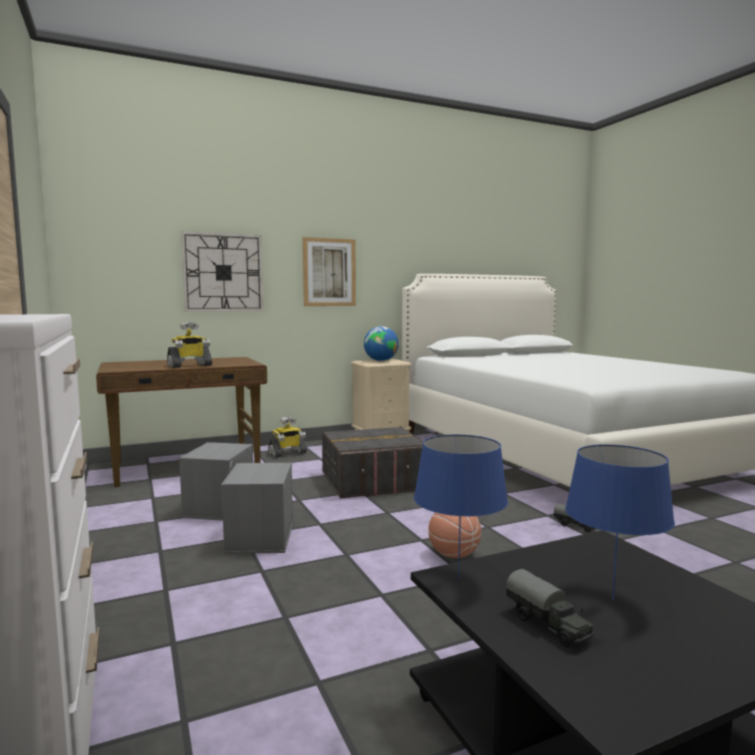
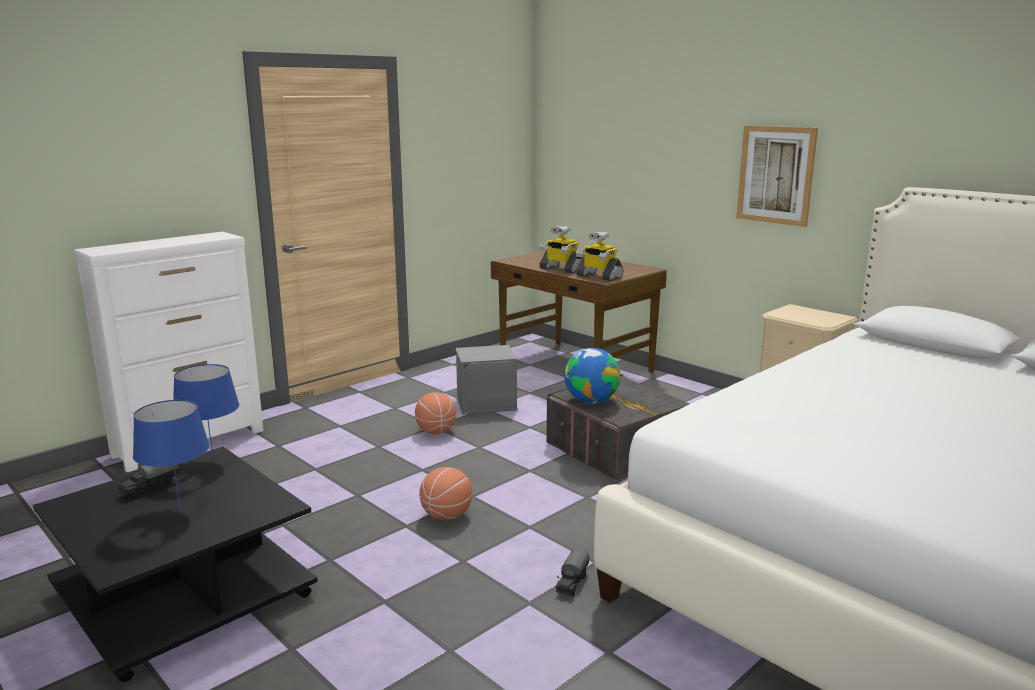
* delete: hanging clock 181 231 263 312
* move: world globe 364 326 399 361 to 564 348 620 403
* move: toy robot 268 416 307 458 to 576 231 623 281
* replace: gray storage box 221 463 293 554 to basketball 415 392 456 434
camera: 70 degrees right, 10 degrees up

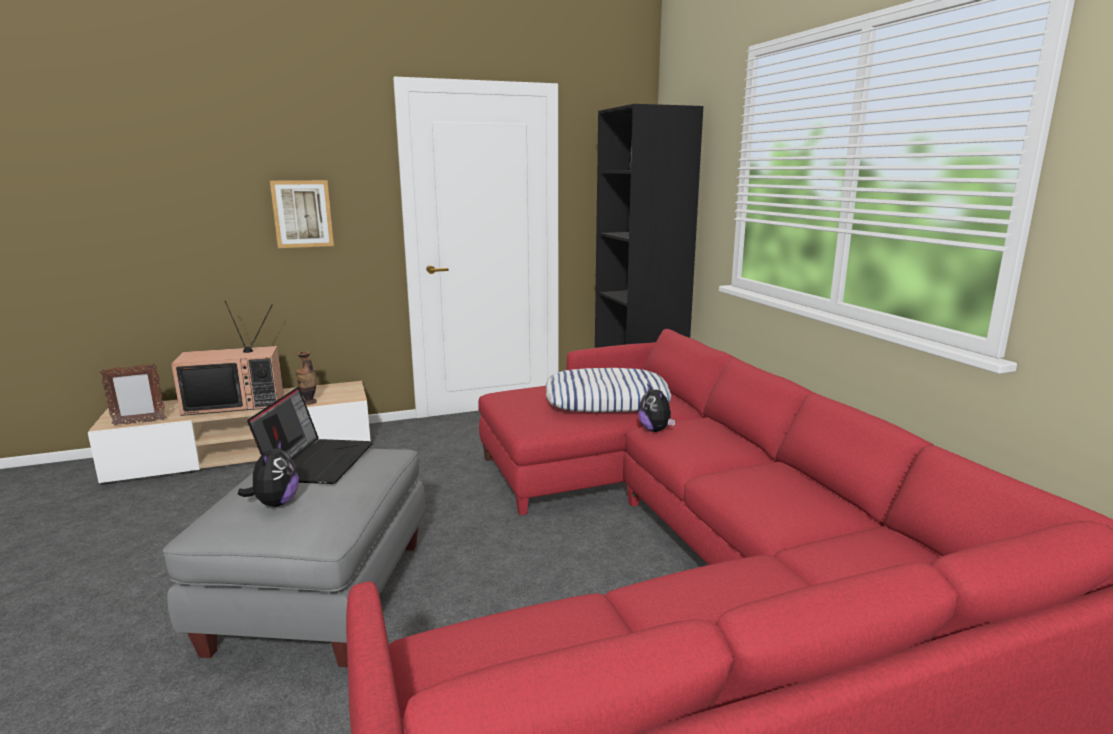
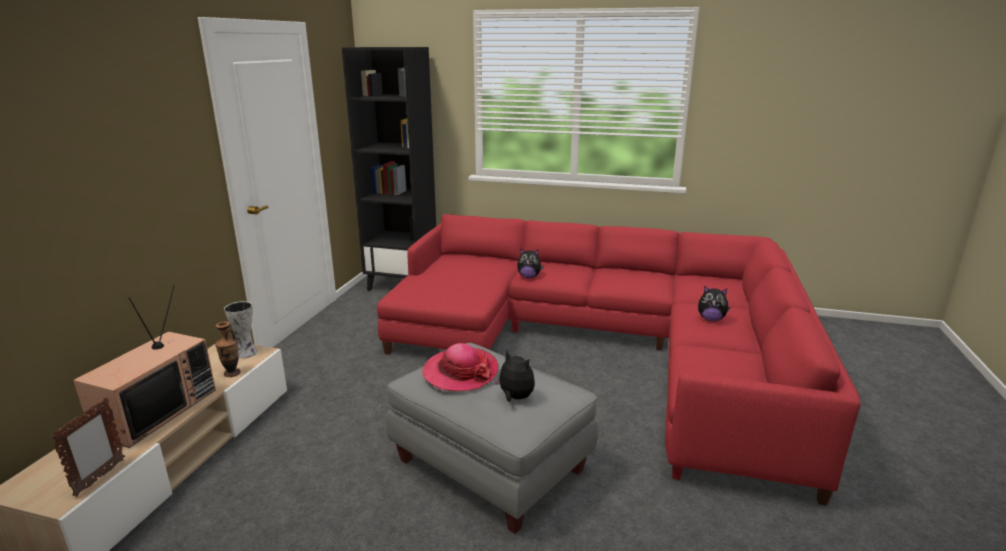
* delete: wall art 270 180 334 248
* delete: cushion 546 368 671 412
* replace: laptop 247 387 373 484 to hat 422 343 499 391
* insert: soft toy 698 286 730 321
* insert: decorative vase 224 301 257 358
camera: 55 degrees left, 5 degrees up

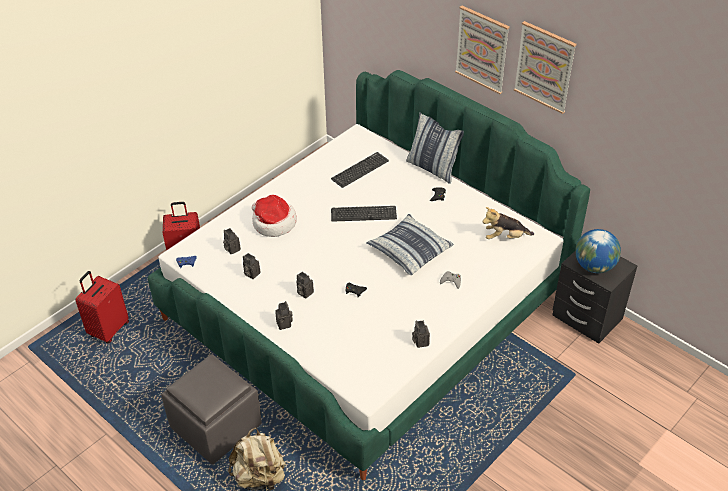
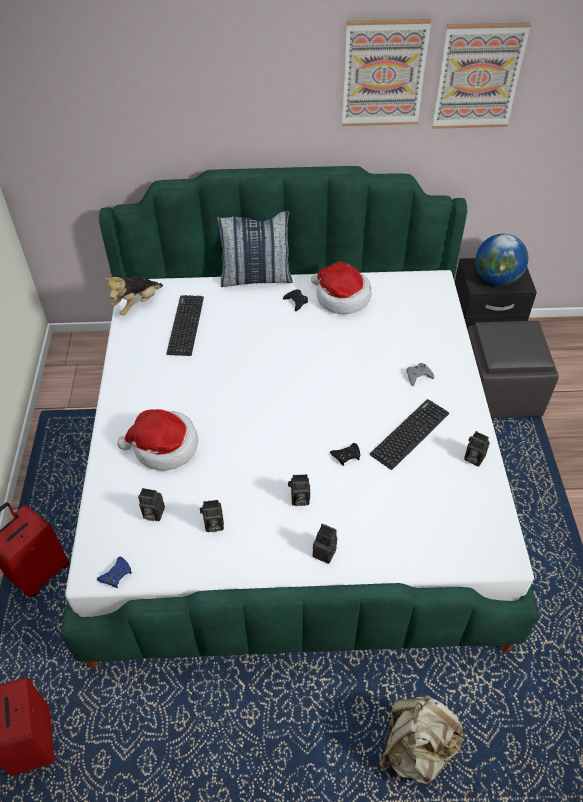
* move: wall art 455 6 510 94 to 432 22 531 129
* move: PC keyboard 331 206 397 222 to 370 399 449 470
* move: soft toy 482 207 534 239 to 105 277 163 316
* delete: cushion 366 214 454 275
* move: gray pouffe 161 355 262 465 to 467 321 559 418
* insert: hat 311 262 371 314
camera: 45 degrees left, 5 degrees up

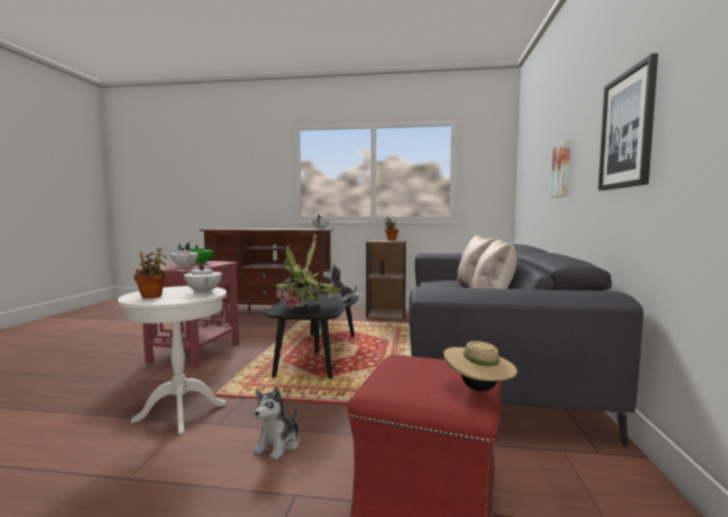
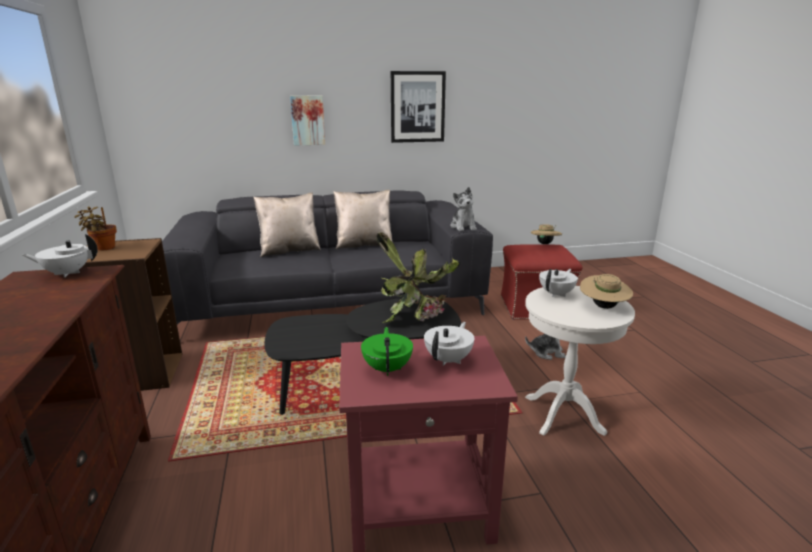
* replace: potted plant 134 248 167 298 to beige-coloured hat 580 274 633 309
* move: soft toy 323 264 357 301 to 450 187 477 231
camera: 110 degrees left, 15 degrees up

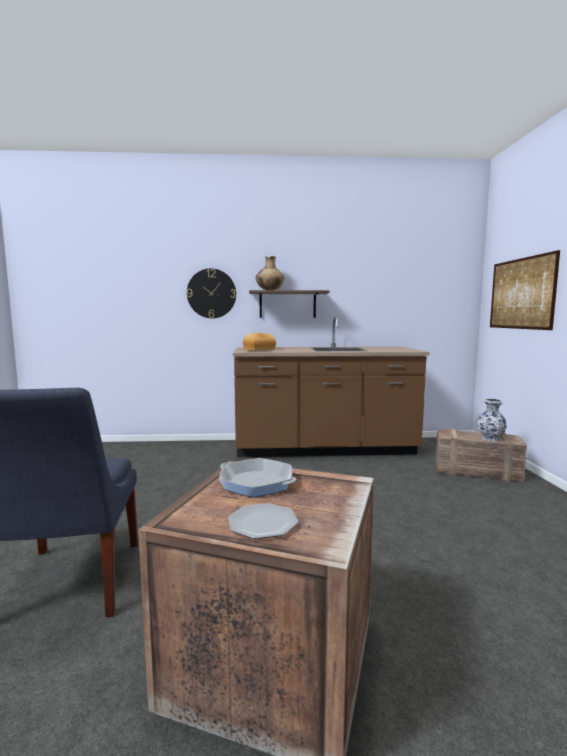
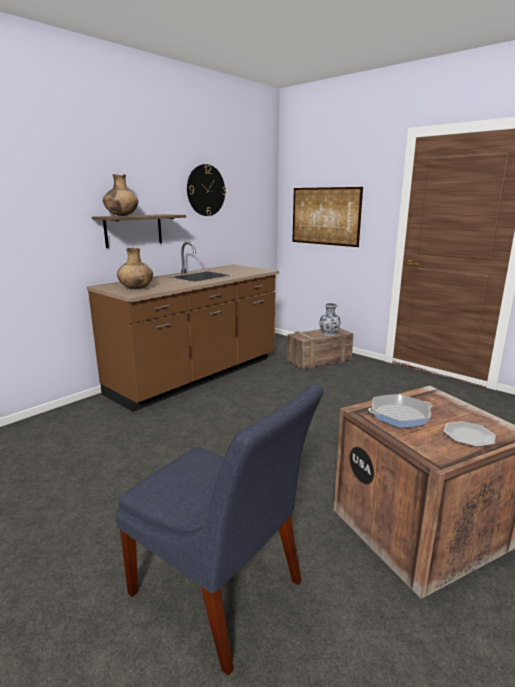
* move: hanging clock 187 268 236 318 to 187 164 226 216
* replace: bread 243 333 276 351 to brown decorative vase 117 248 153 289
camera: 45 degrees left, 10 degrees up

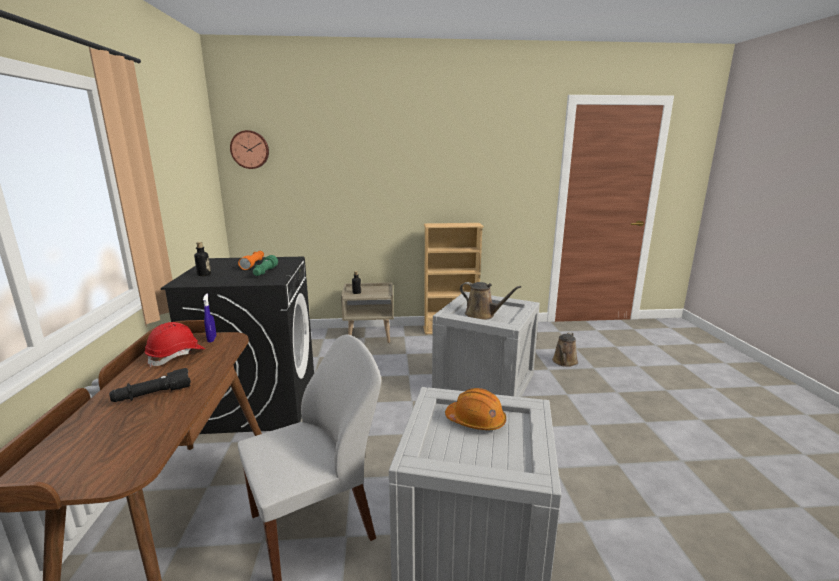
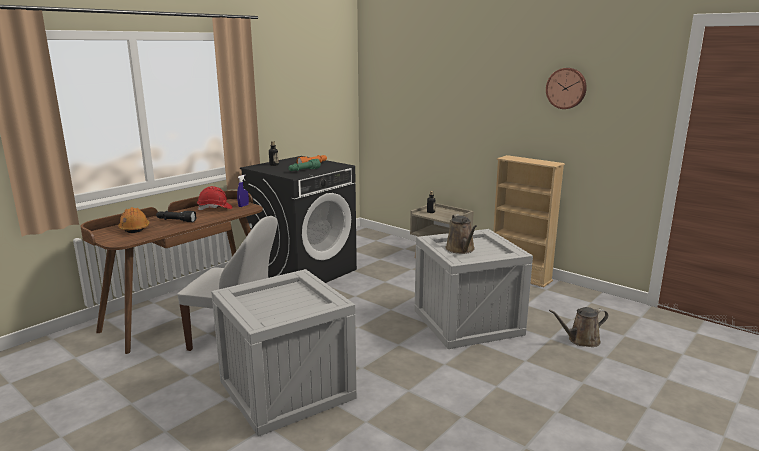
* move: hanging clock 230 130 269 169 to 546 68 587 109
* move: orangey hard hat 445 388 506 431 to 118 207 149 233
camera: 45 degrees right, 0 degrees up

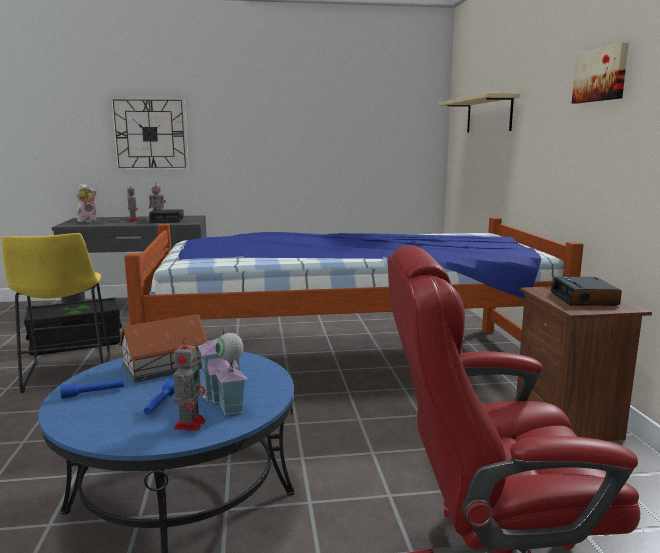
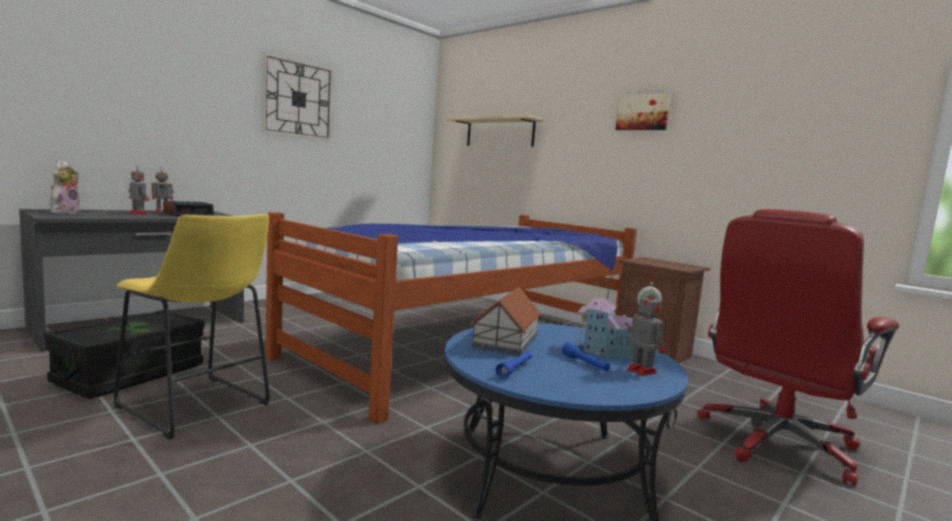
* move: hanging clock 109 97 189 171 to 262 52 334 141
* delete: bedside clock 551 277 622 306
camera: 40 degrees left, 5 degrees down

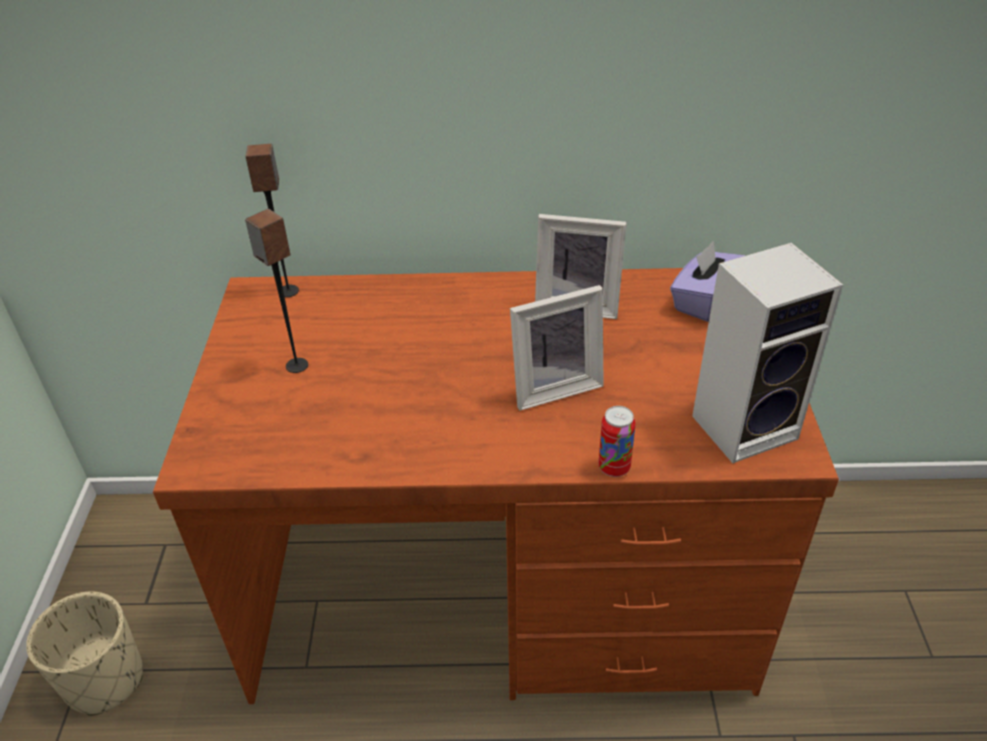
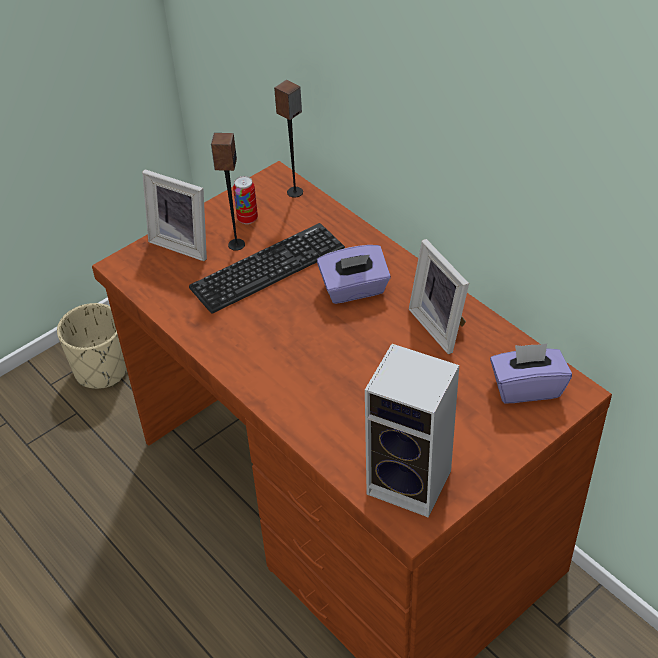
* move: picture frame 510 285 604 411 to 142 169 207 261
* move: can 598 406 636 477 to 233 176 258 224
* insert: PC keyboard 189 223 345 314
* insert: purple tissue box 317 245 391 304
camera: 50 degrees right, 5 degrees up

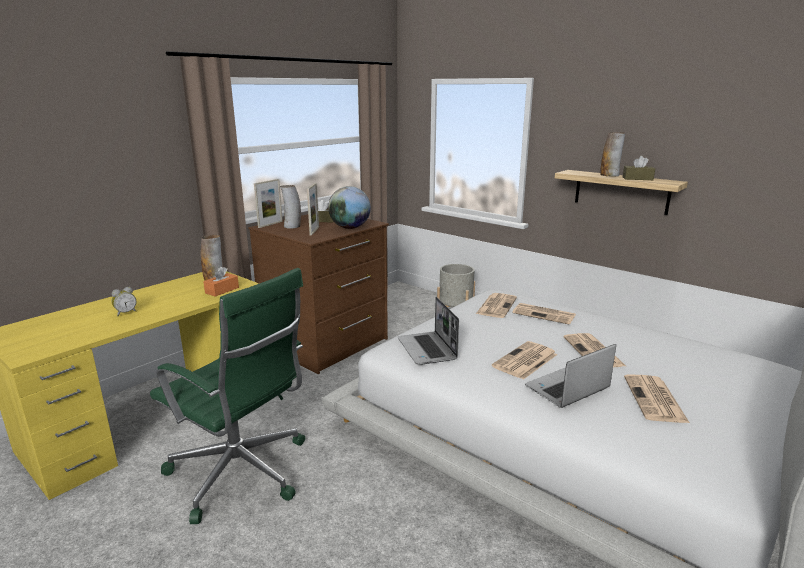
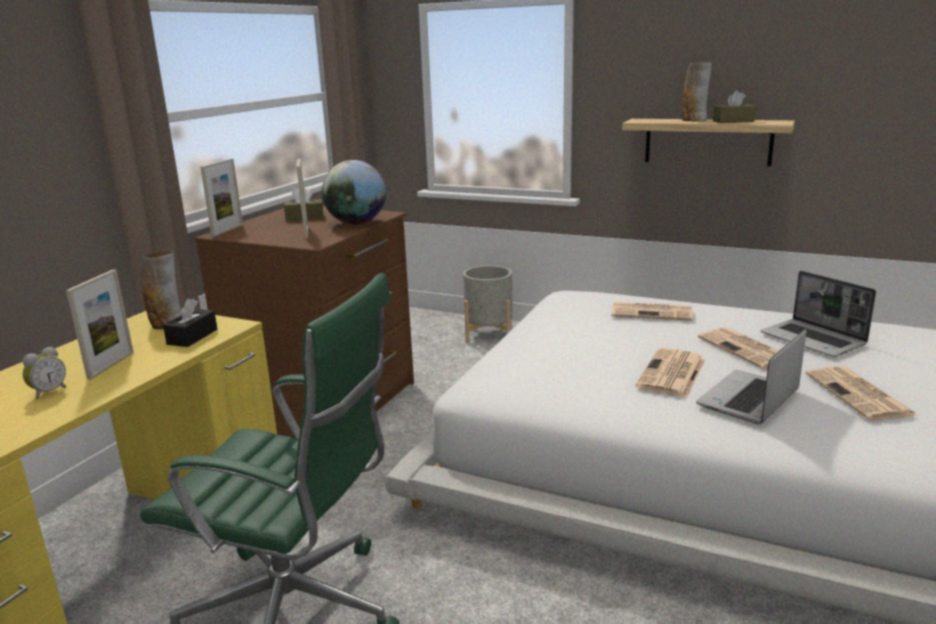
* delete: decorative vase 280 185 301 229
* recolor: orangey tissue box 203 267 239 297 to blackish tissue box 163 298 217 347
* delete: newspaper 476 293 517 318
* move: laptop 398 297 459 365 to 761 271 876 357
* insert: picture frame 66 269 134 380
camera: 15 degrees left, 0 degrees up

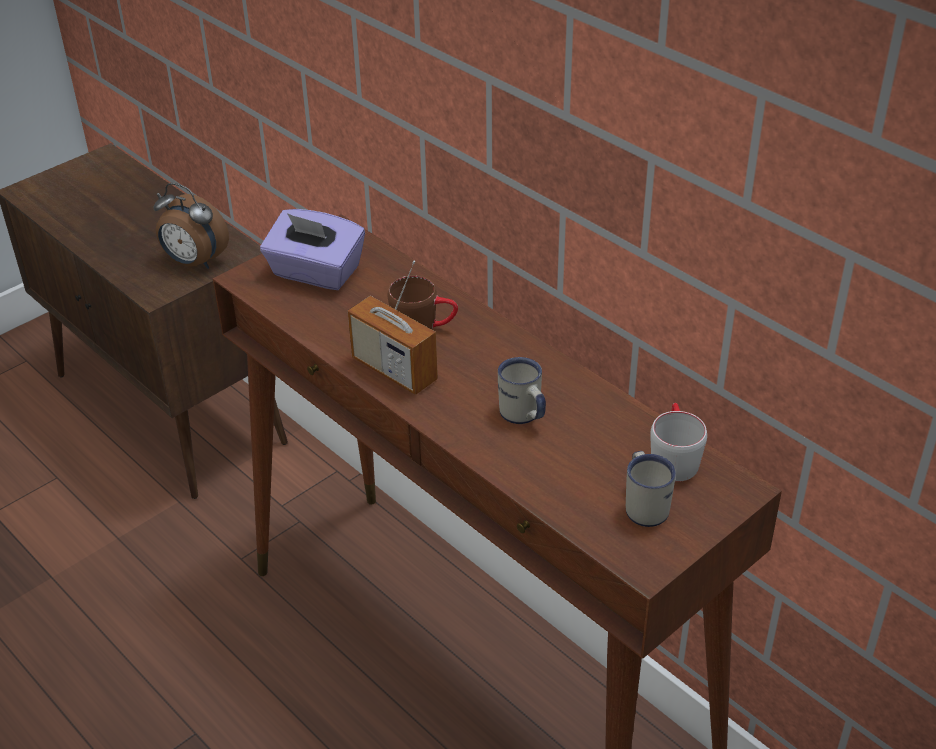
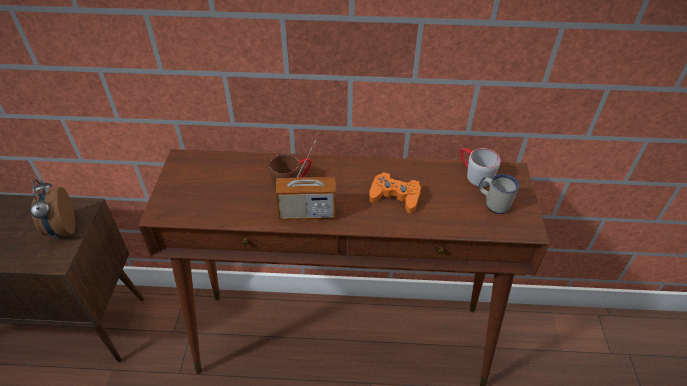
* rotate: bedside clock 153 183 229 269 = 30 179 75 240 90 degrees clockwise
* delete: purple tissue box 260 209 365 290
* replace: white mug 498 357 546 424 to orangey gamepad 369 172 421 213
camera: 45 degrees left, 5 degrees up

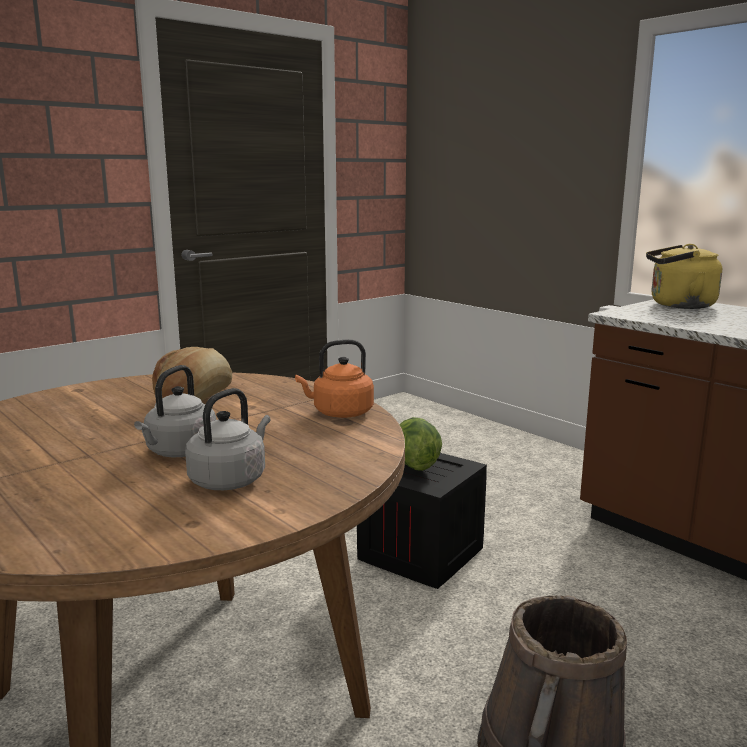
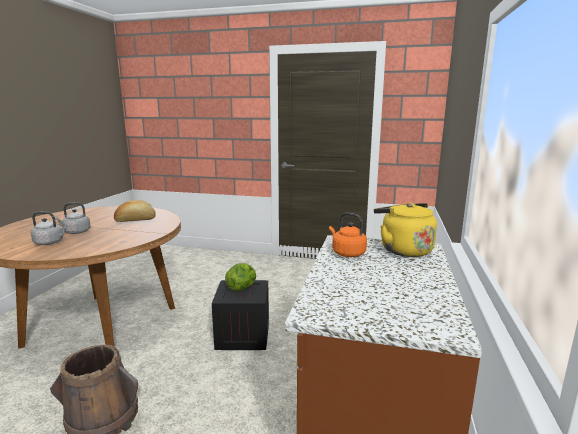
* move: orangey kettle 295 339 374 418 to 329 213 367 257
camera: 55 degrees right, 0 degrees up

